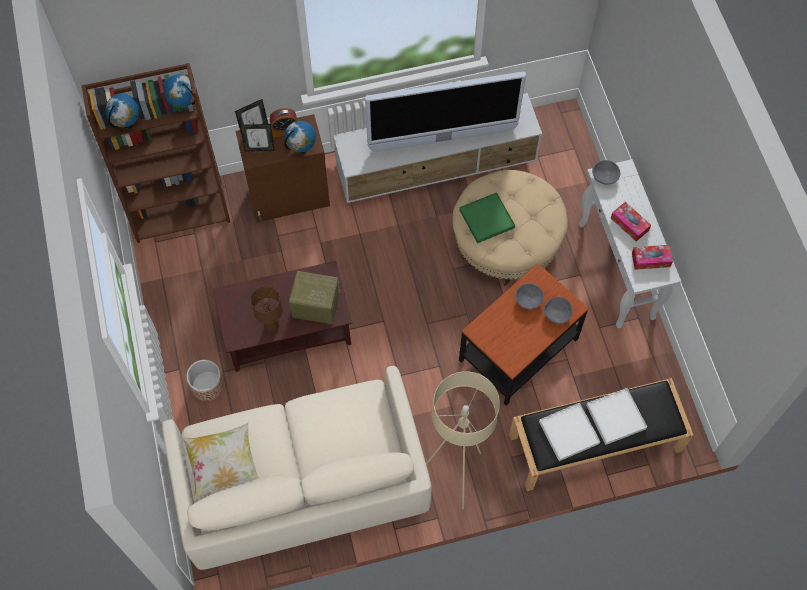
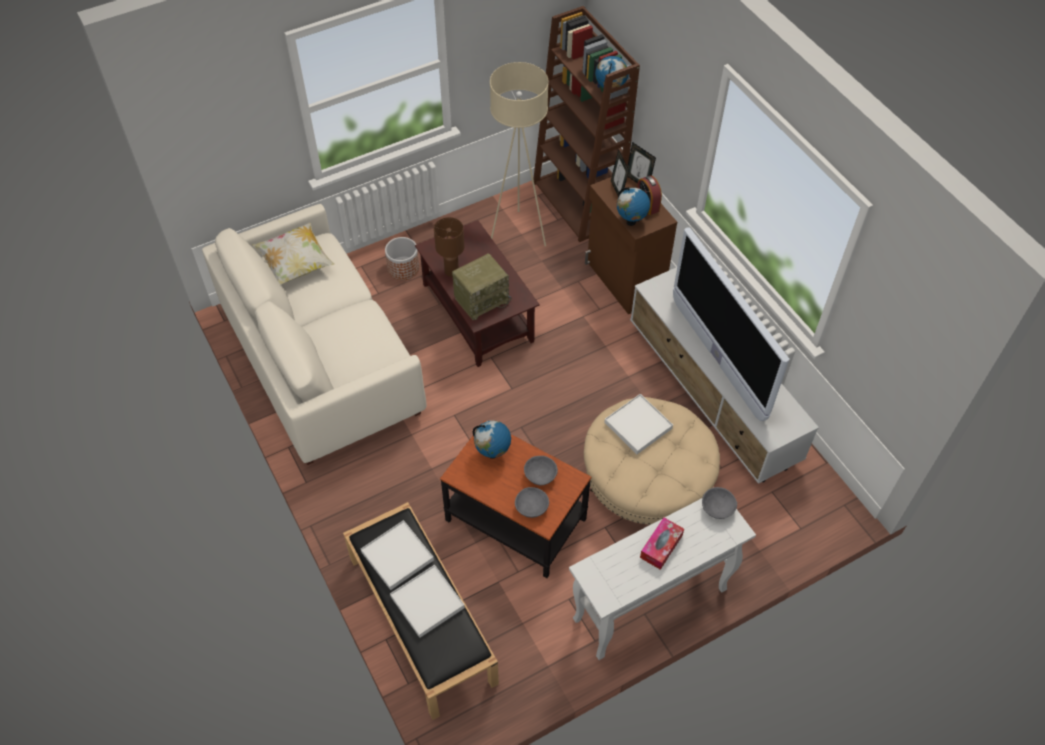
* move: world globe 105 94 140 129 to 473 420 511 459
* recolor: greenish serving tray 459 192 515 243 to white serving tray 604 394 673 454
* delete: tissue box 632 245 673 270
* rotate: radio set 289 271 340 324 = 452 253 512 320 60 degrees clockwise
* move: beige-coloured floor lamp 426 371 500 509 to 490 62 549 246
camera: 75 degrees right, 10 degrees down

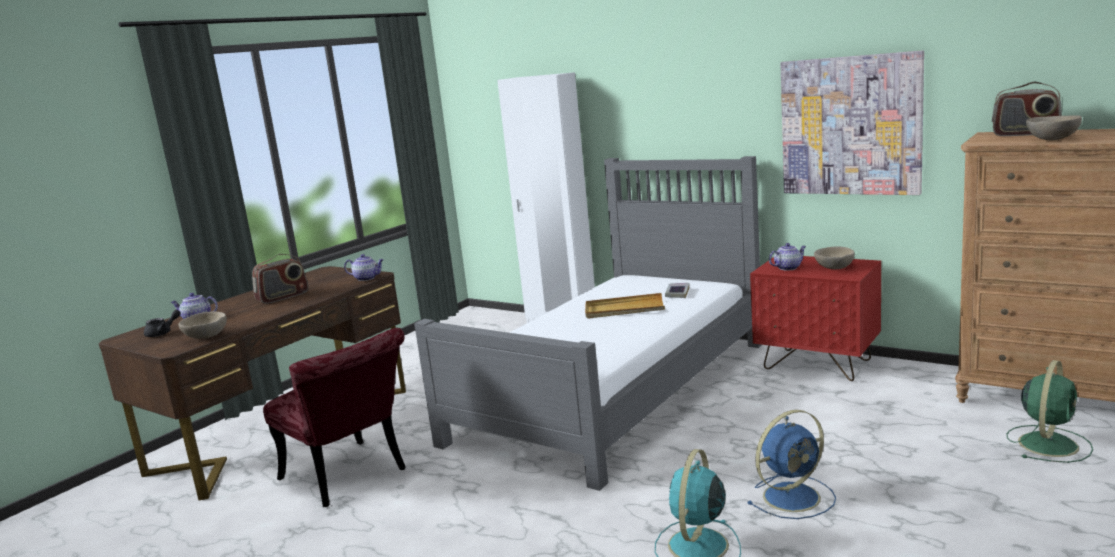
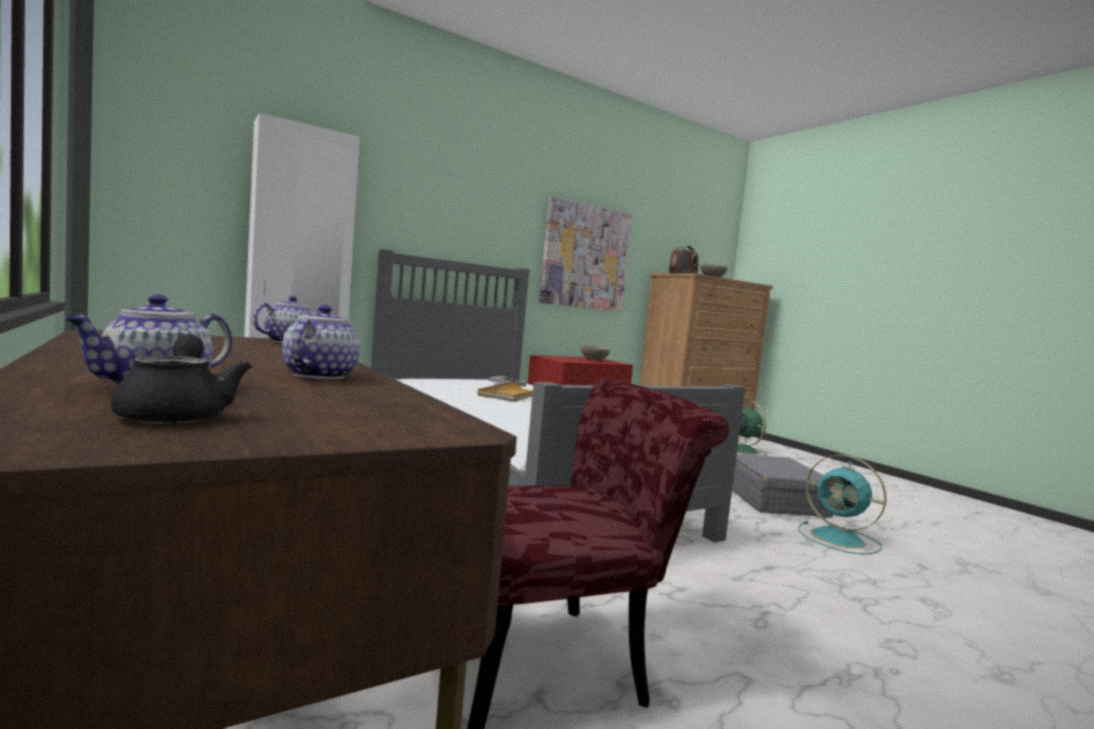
* move: pot for tea 769 243 806 271 to 282 305 360 379
* delete: radio set 252 254 308 304
* delete: beige-coloured bowl 178 311 227 339
* replace: bluish cooling fan 748 410 836 519 to gray travel case 732 453 833 518
camera: 70 degrees left, 10 degrees down

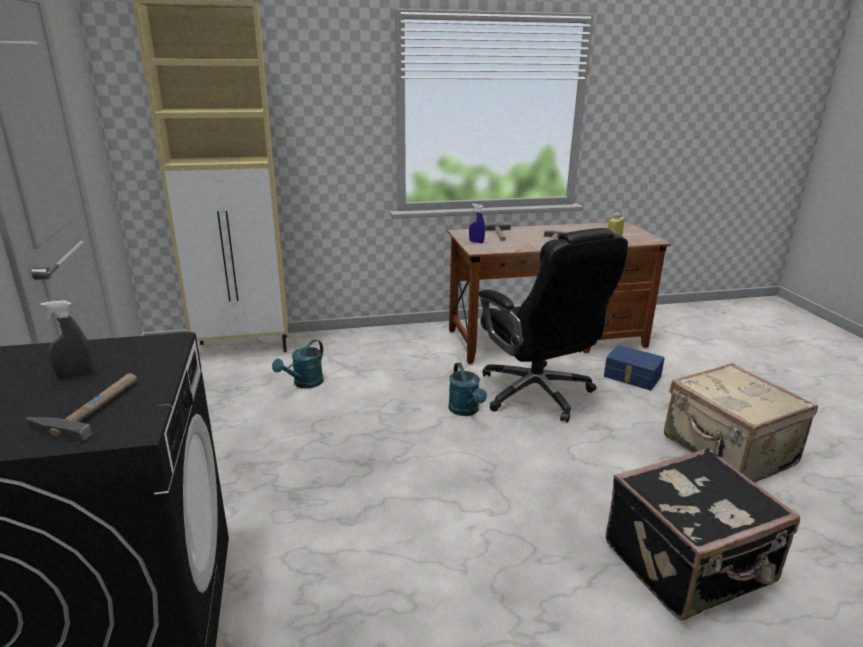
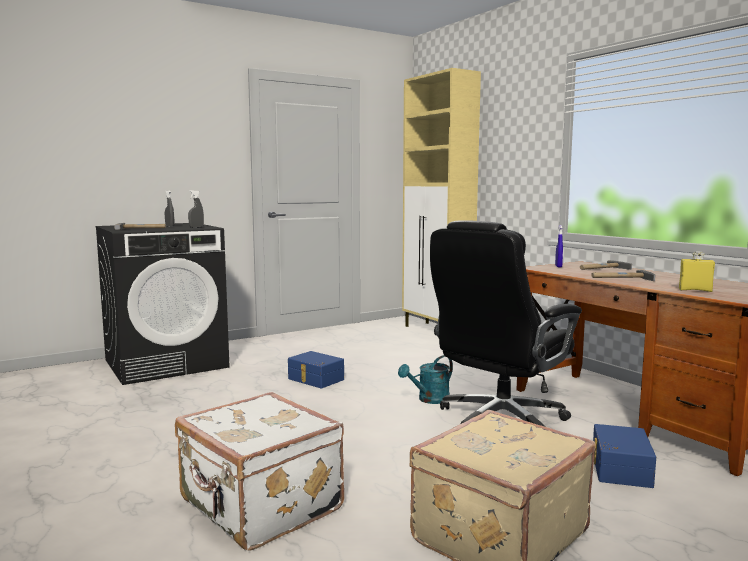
* delete: turquoise-coloured watering pot 272 340 324 389
* recolor: blackish travel case 606 448 800 620 to white travel case 175 392 344 551
* insert: gray sprayer 188 190 204 228
* insert: bluish storage box 288 351 344 388
camera: 70 degrees right, 15 degrees down

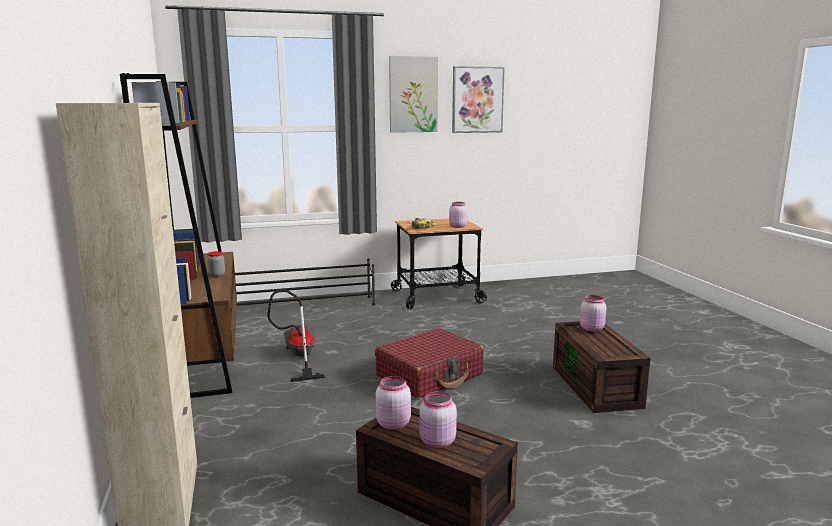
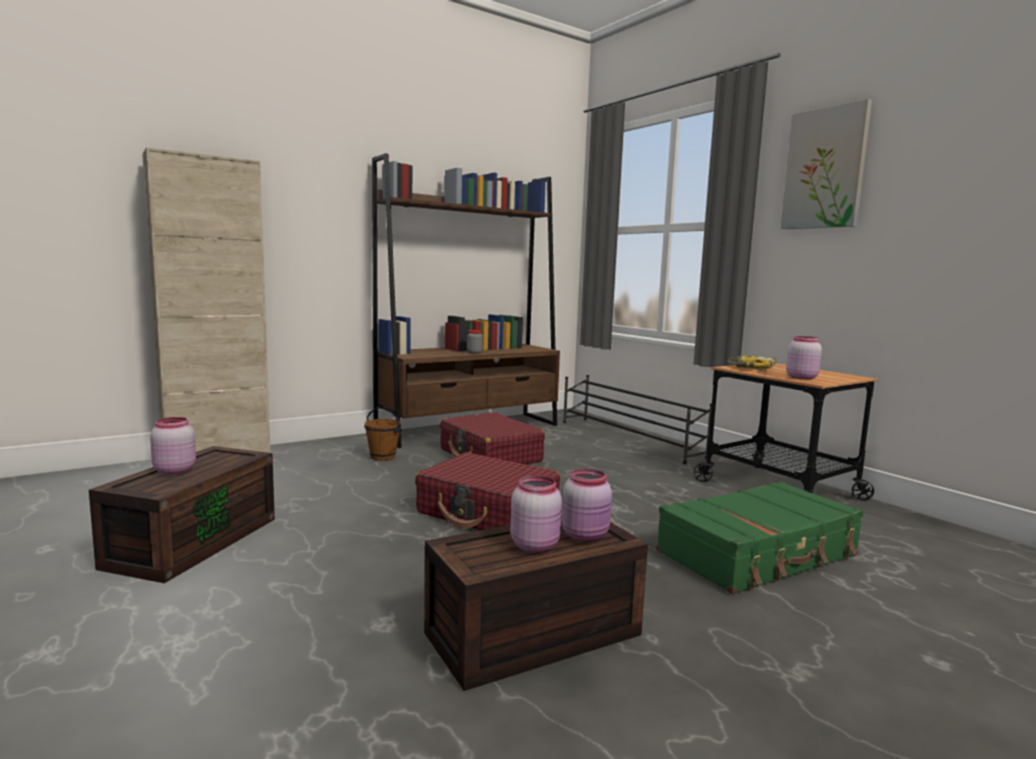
* delete: wall art 452 66 505 133
* replace: vacuum cleaner 267 290 325 382 to reddish travel case 440 412 545 465
* move: pinkish jar 376 376 411 430 to 510 475 562 553
* insert: brown bucket 364 407 402 461
* insert: greenish travel case 656 481 864 594
camera: 70 degrees right, 5 degrees down

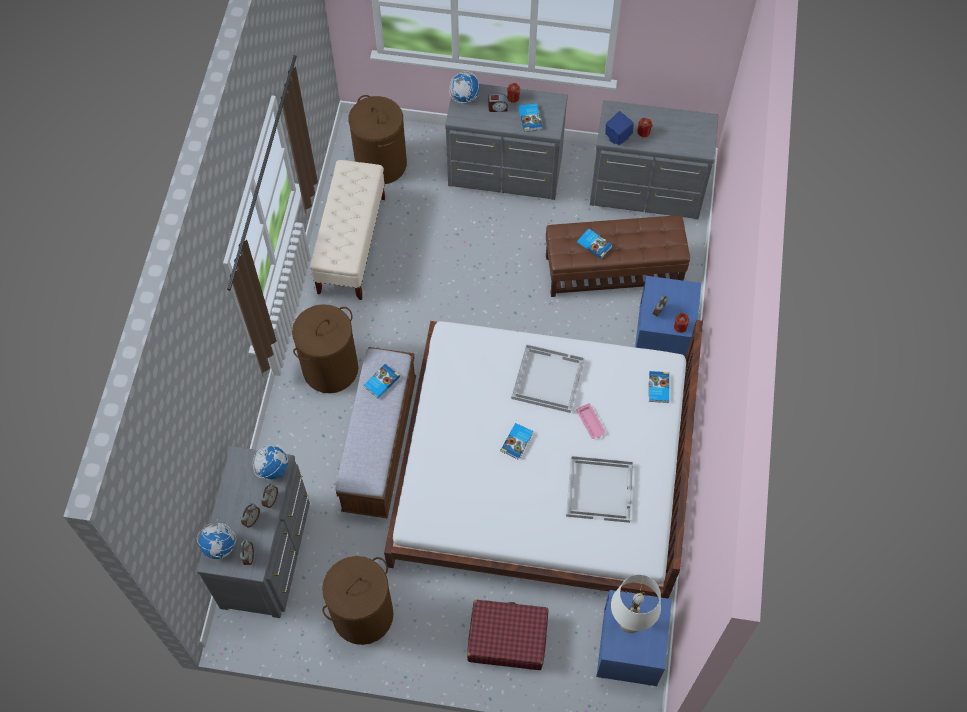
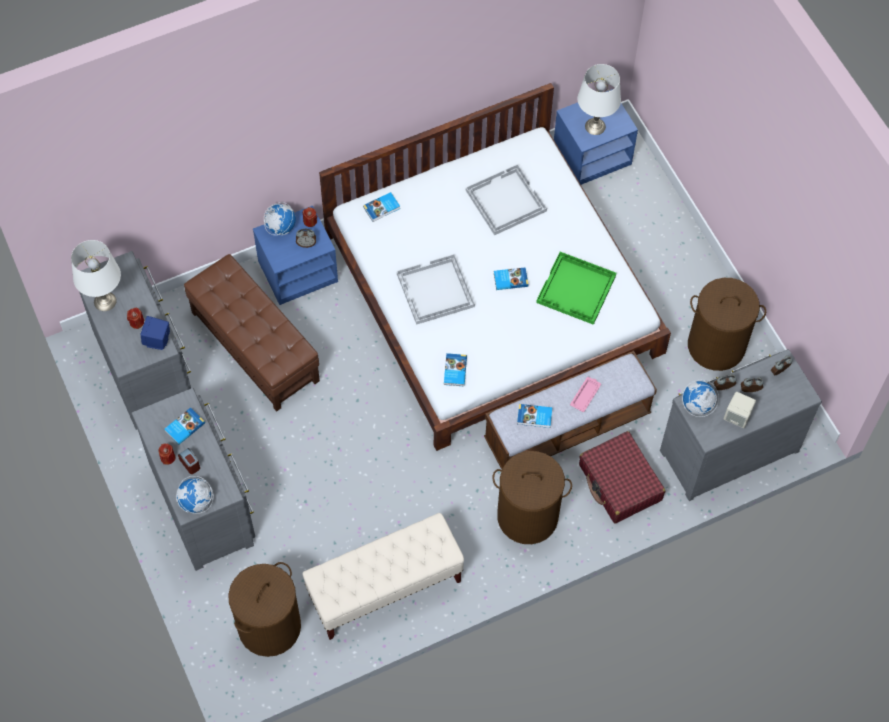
* move: bound book 577 228 613 259 to 444 353 467 386
* move: pinkish serving tray 576 403 606 439 to 570 377 601 412
* move: world globe 197 519 236 559 to 264 202 296 235
* move: reddish travel case 467 600 548 670 to 579 431 665 524
* insert: white lamp for a table 71 240 121 311
* insert: greenish serving tray 536 252 616 325
* insert: beige-coloured loudspeaker 723 392 756 428
camera: 125 degrees left, 0 degrees up

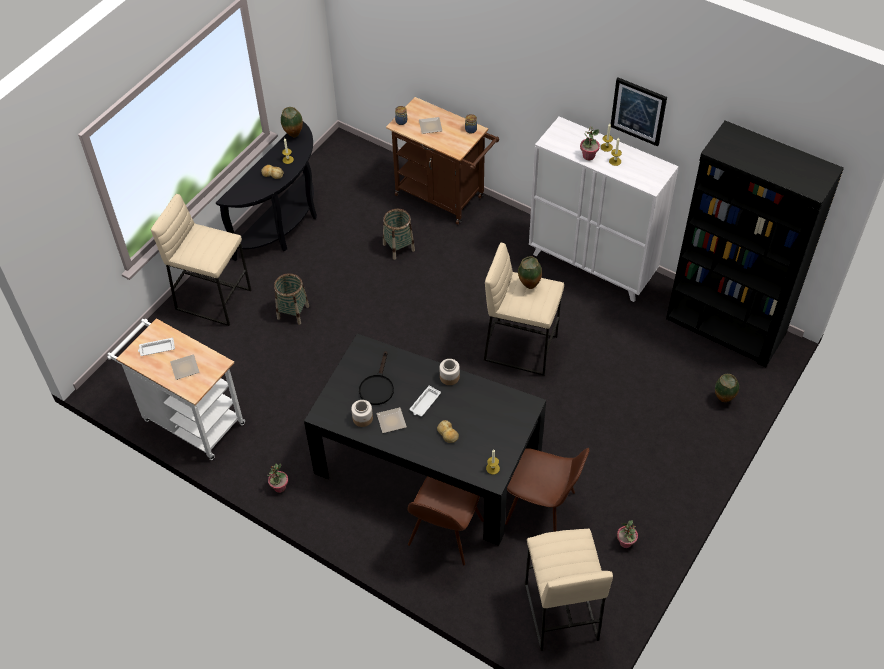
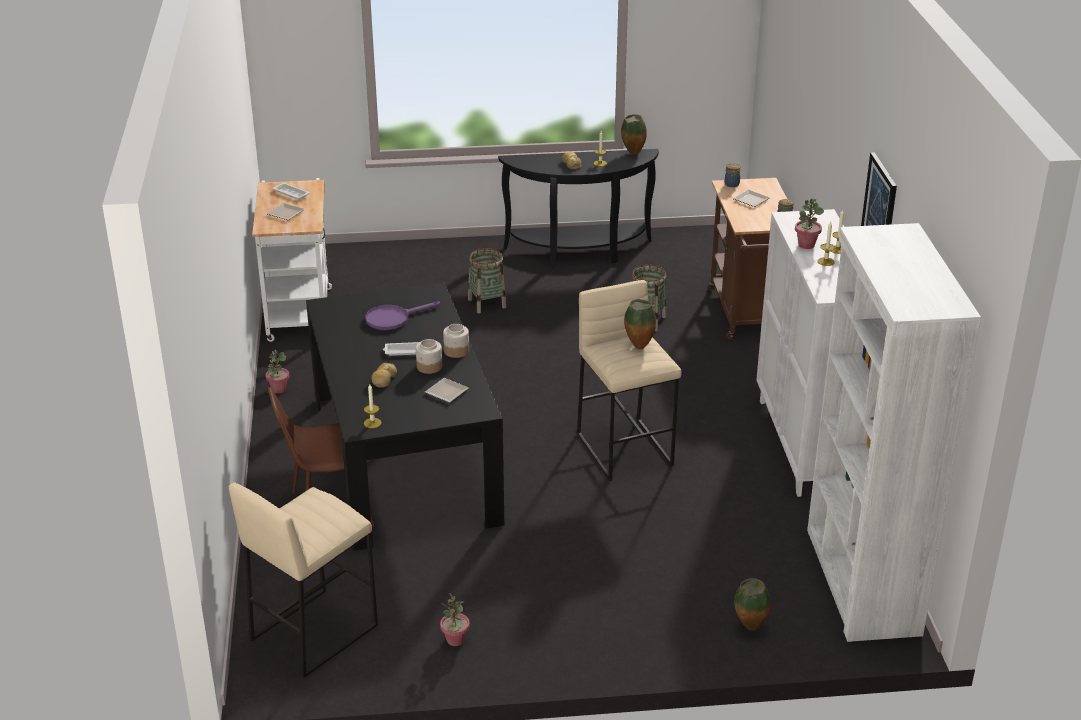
* recolor: blackish bookshelf 666 121 844 368 to white bookshelf 807 223 981 642
* delete: beige-coloured stool seat 151 194 251 326
* recolor: blackish pan 359 351 394 405 to purple pan 365 301 440 330
* move: jar 351 400 373 427 to 416 339 442 374
* move: plate 376 407 407 433 to 425 378 469 403
* delete: brown plain chair 505 448 589 532
camera: 50 degrees right, 20 degrees down

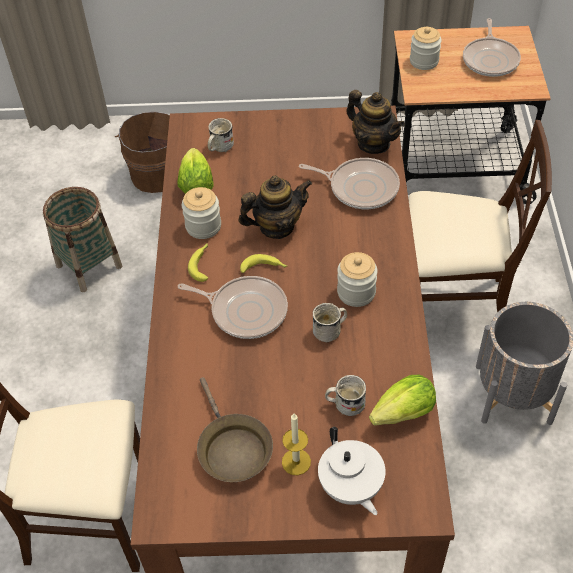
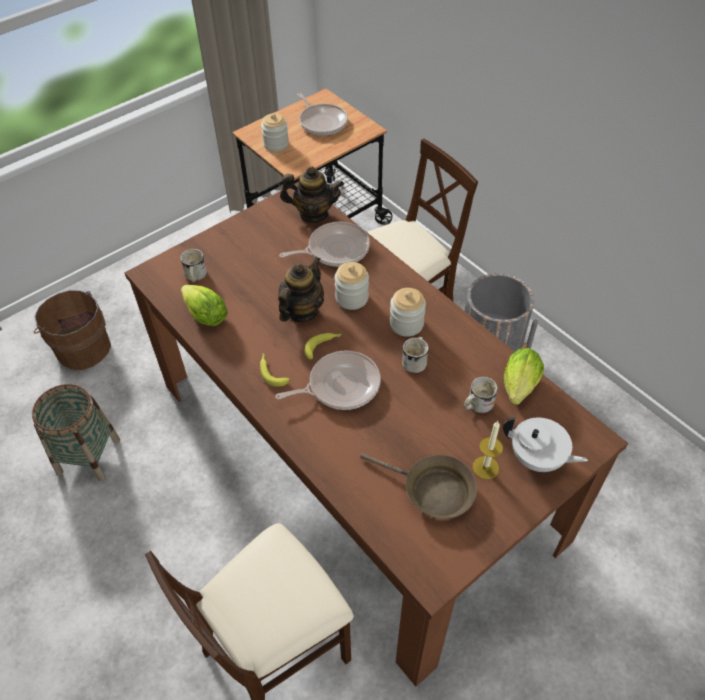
* move: jar 182 187 221 239 to 335 262 369 310
camera: 40 degrees left, 0 degrees up

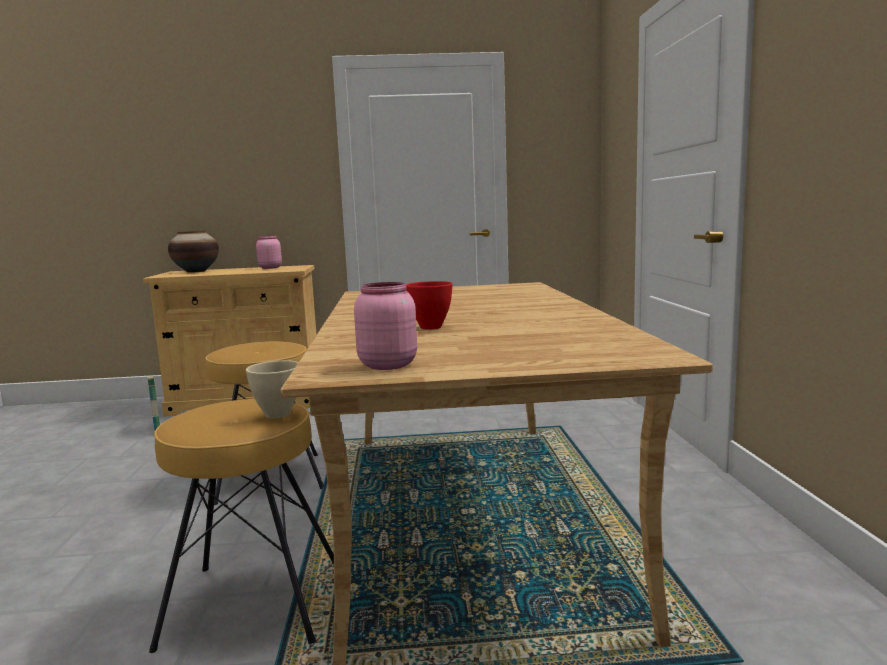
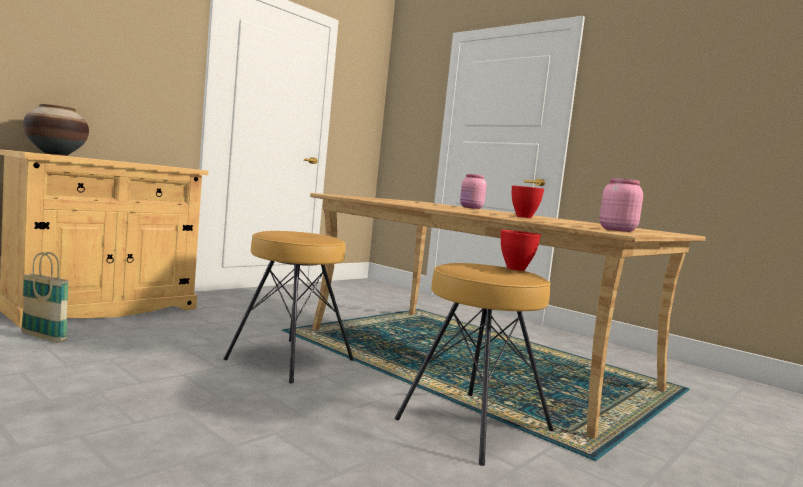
* move: pinkish jar 256 236 282 269 to 460 174 487 209
* recolor: beige-coloured bowl 246 360 298 419 to reddish bowl 501 230 541 271
camera: 45 degrees left, 5 degrees down

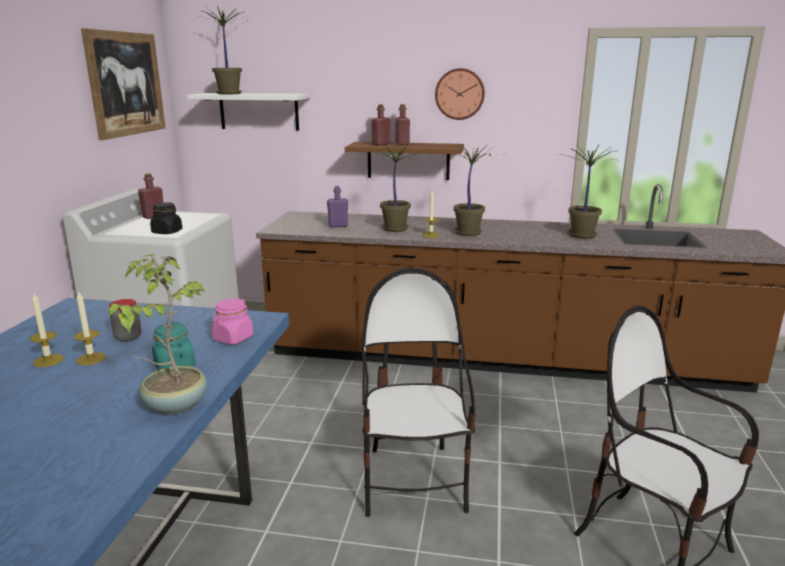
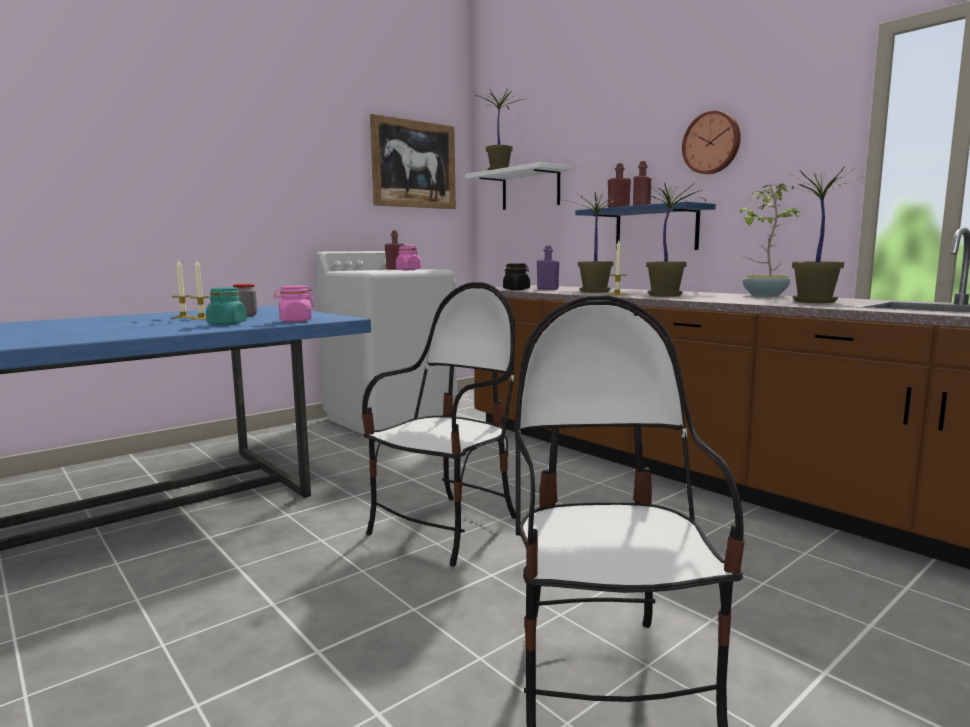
* recolor: brown wall shelf 345 142 464 180 to bluish wall shelf 575 201 716 250
* move: blackish jar 150 202 182 234 to 503 263 530 290
* move: potted plant 108 254 207 415 to 740 184 802 297
* insert: pinkish jar 396 246 421 270
camera: 40 degrees right, 10 degrees down

